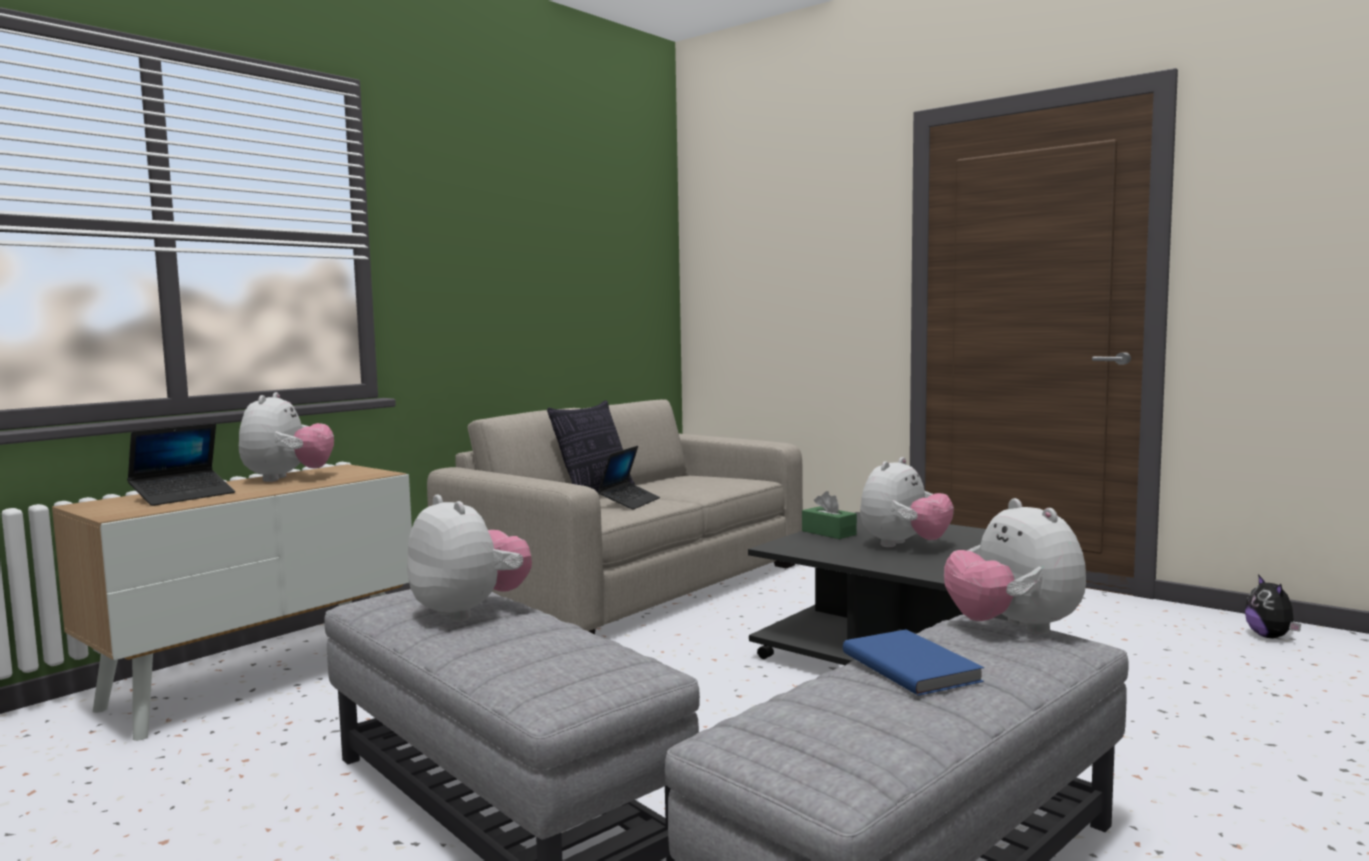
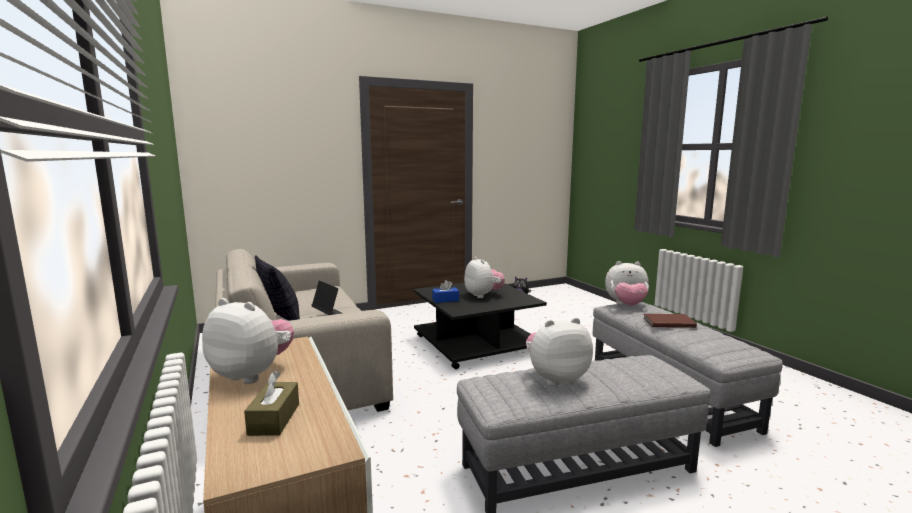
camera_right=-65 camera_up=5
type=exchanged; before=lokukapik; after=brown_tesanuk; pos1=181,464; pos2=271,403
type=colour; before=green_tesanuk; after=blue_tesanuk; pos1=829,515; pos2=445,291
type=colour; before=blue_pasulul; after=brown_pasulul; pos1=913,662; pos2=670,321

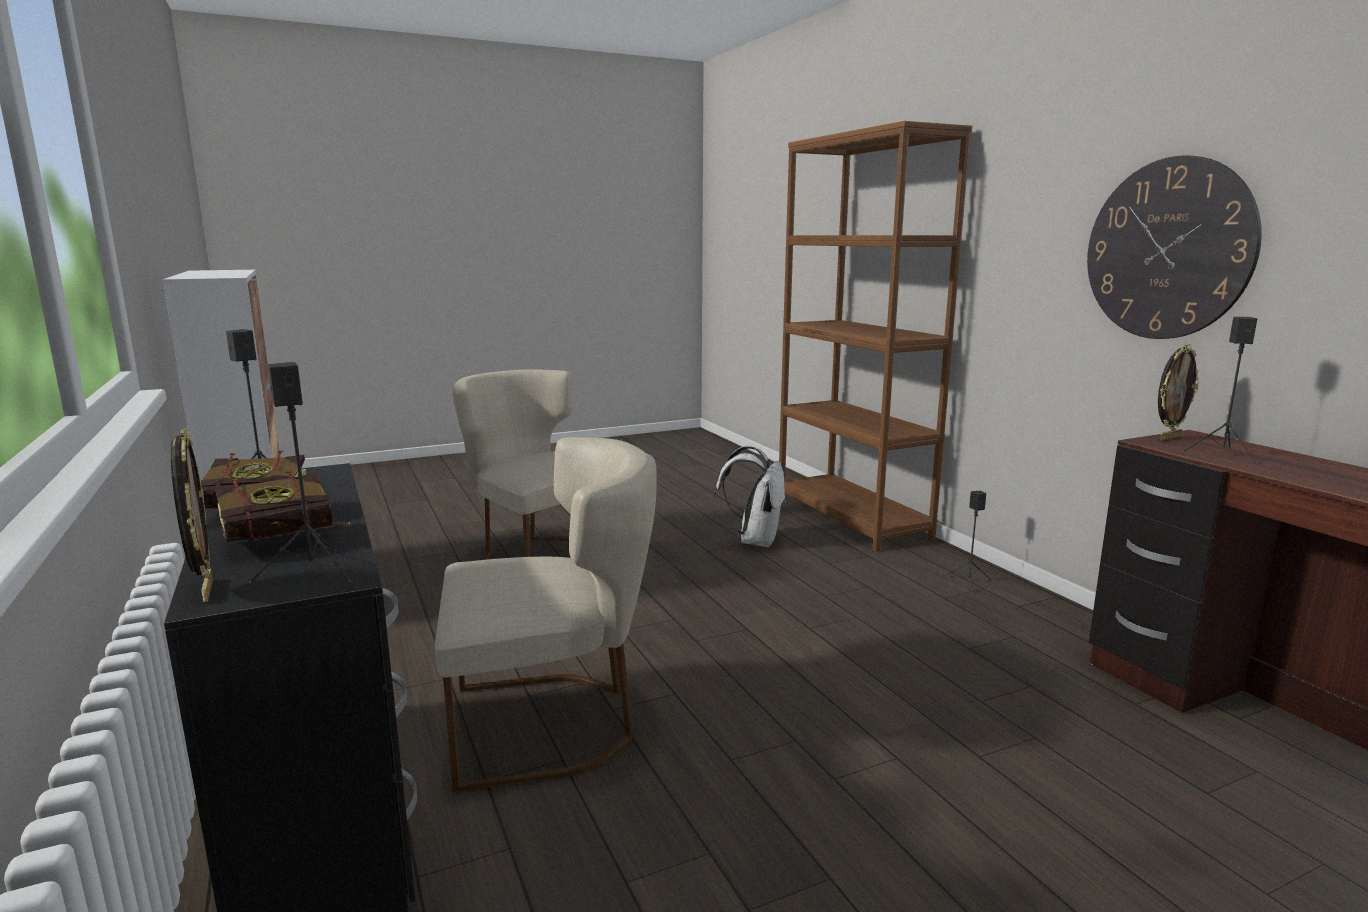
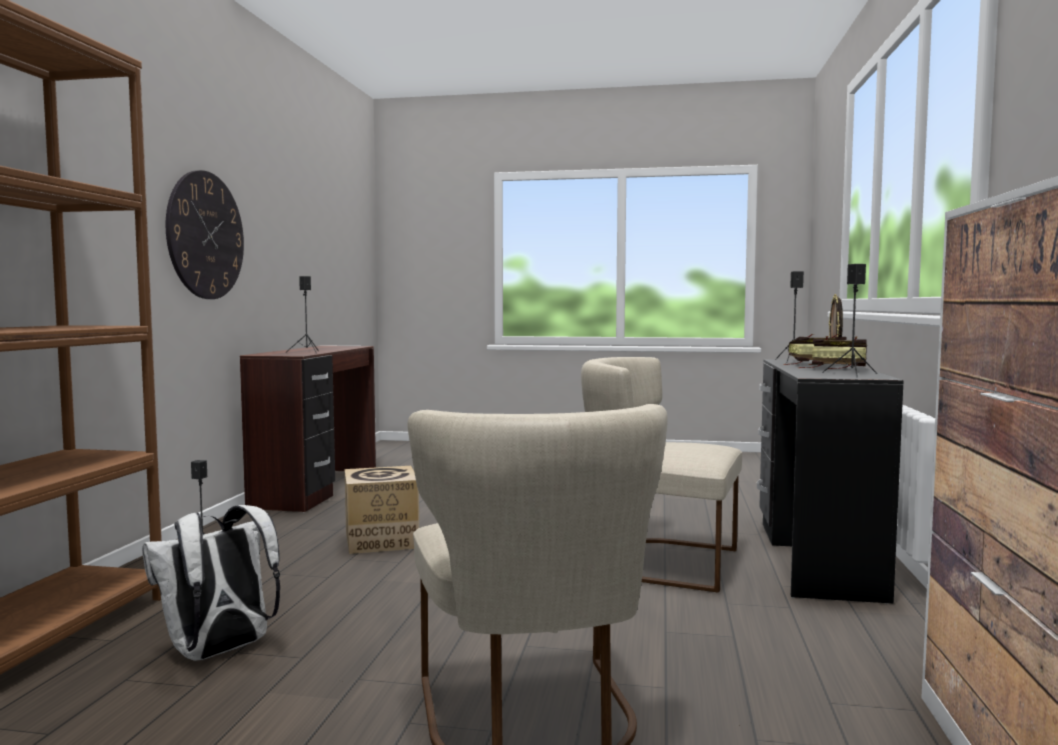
camera_right=-145 camera_up=-10
type=missing; before=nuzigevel; pos1=1178,392
type=appeared; after=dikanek; pos2=382,510

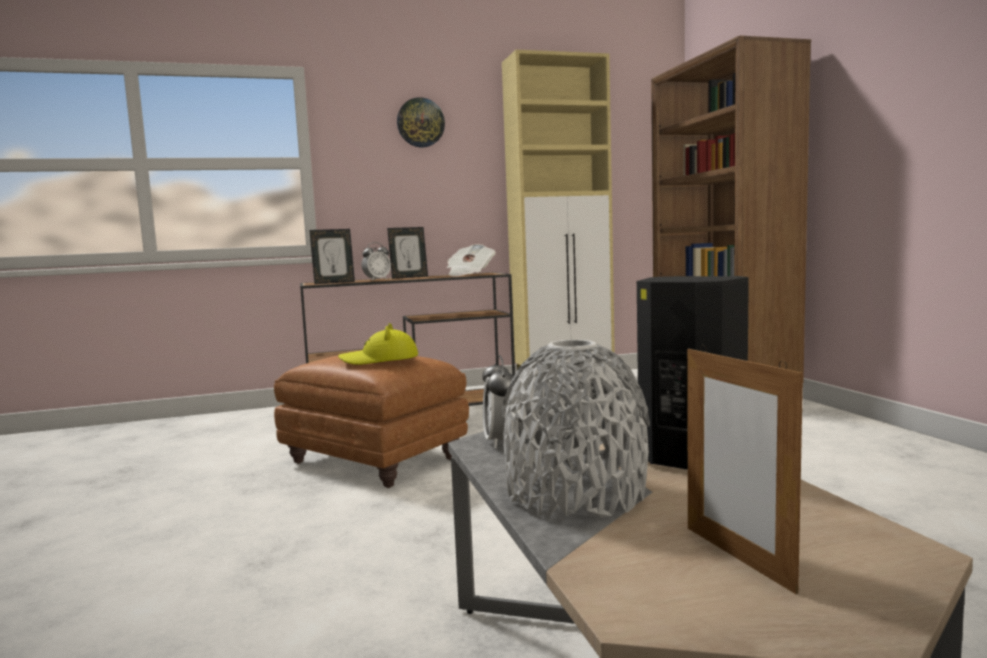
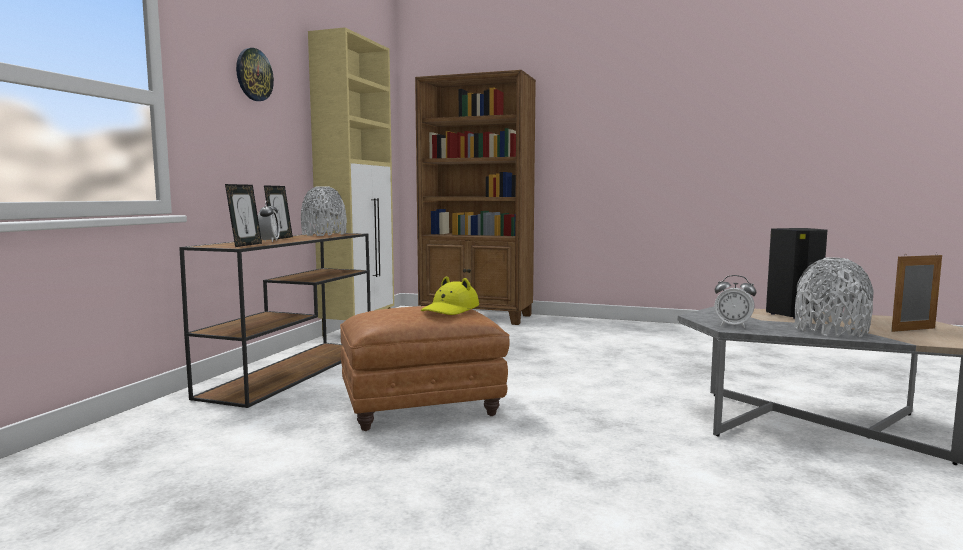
camera_right=-55 camera_up=0
type=exchanged; before=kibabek; after=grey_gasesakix; pos1=471,260; pos2=324,211
type=spun; before=nuzigevel; pos1=745,470; pos2=916,292; turn=150

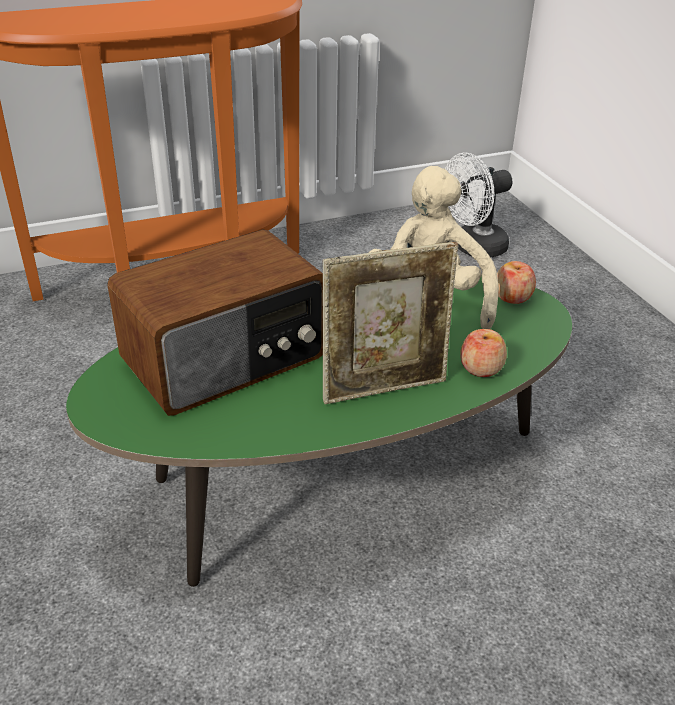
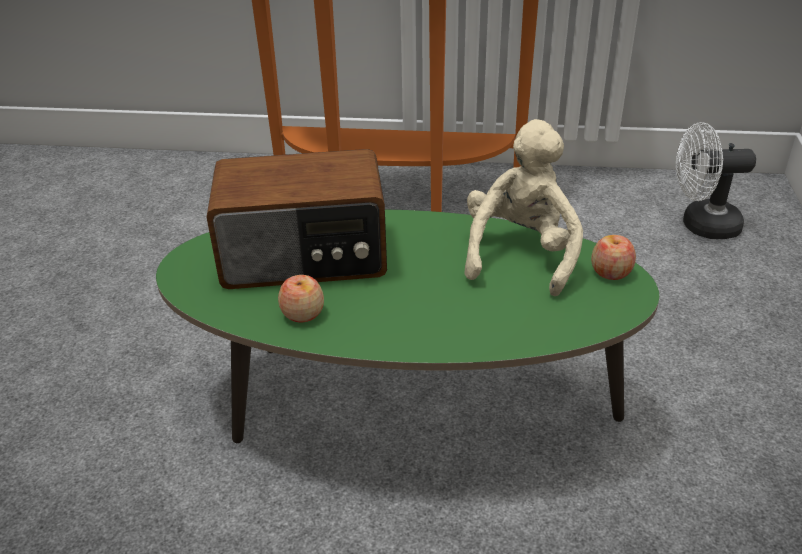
camera_right=30 camera_up=0
type=missing; before=nuzigevel; pos1=390,323
type=relocated; before=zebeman; pos1=483,353; pos2=301,298

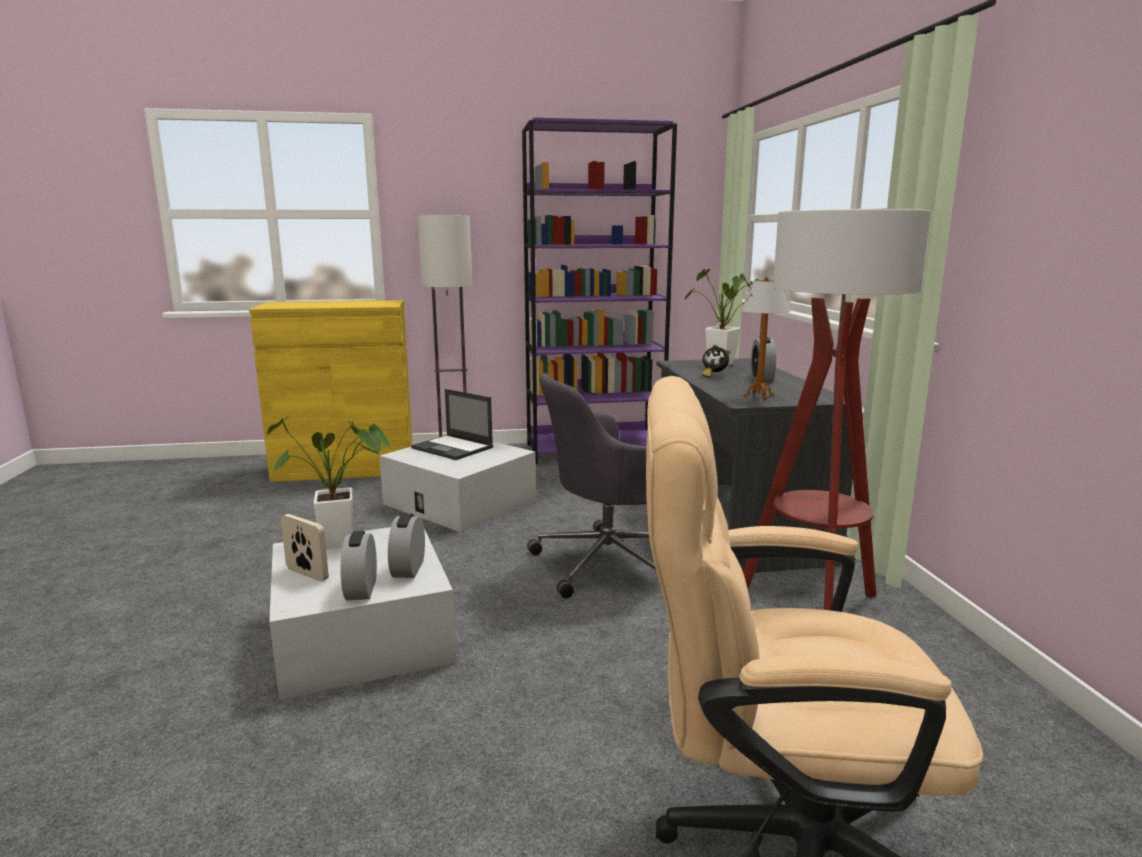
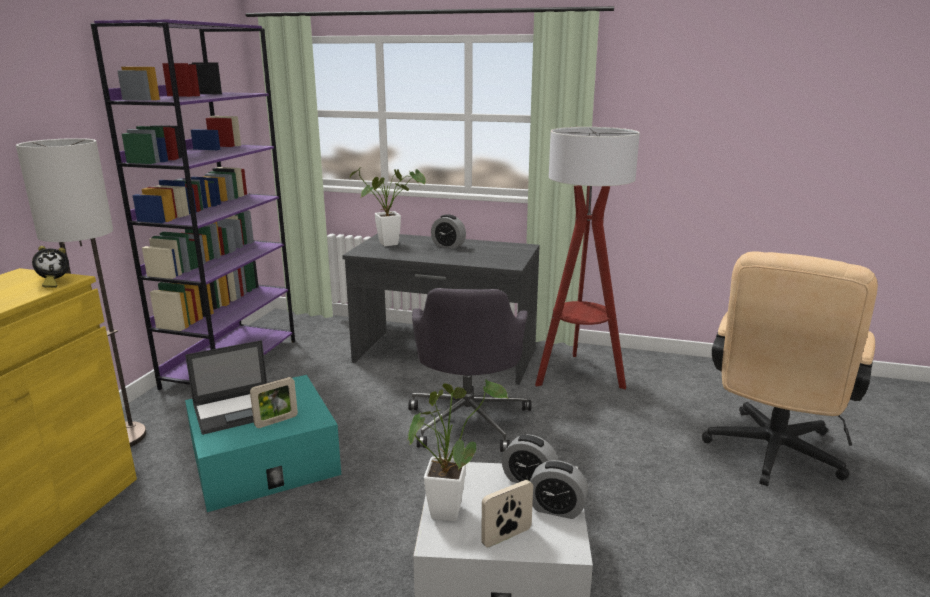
camera_right=-65 camera_up=5
type=colour; before=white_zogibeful; after=turquoise_zogibeful; pos1=457,487; pos2=263,443
type=relocated; before=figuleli; pos1=715,361; pos2=50,267
type=missing; before=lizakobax; pos1=765,338
type=appeared; after=nuzigevel; pos2=274,402

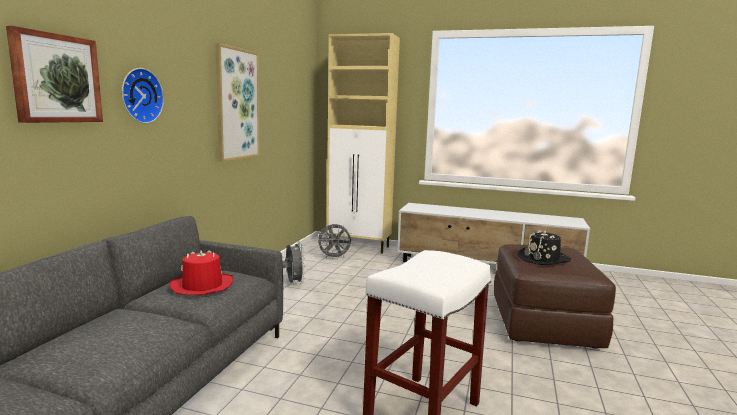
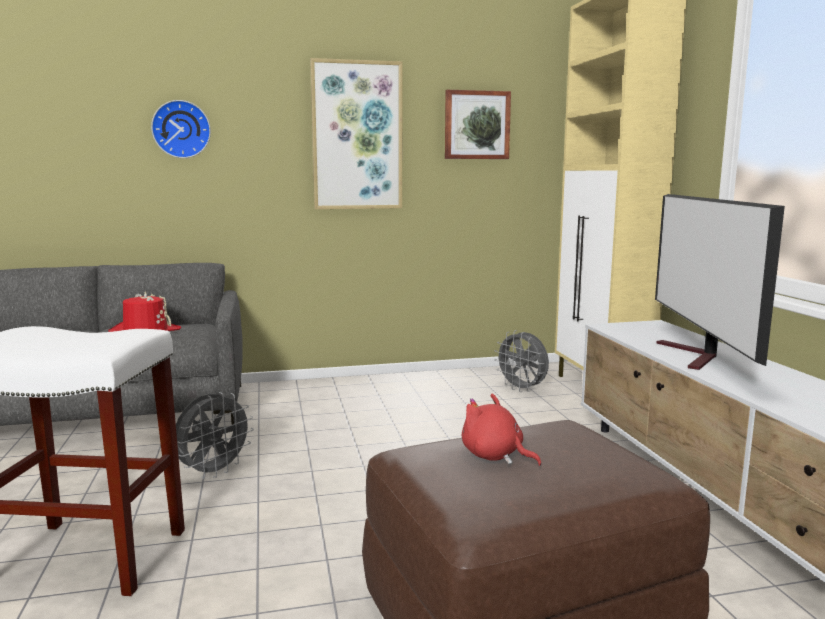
camera_right=60 camera_up=0
type=relocated; before=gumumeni; pos1=54,74; pos2=478,124
type=relocated; before=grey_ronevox; pos1=294,262; pos2=215,435
type=exchanged; before=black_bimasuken; after=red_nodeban; pos1=544,247; pos2=502,430
type=appeared; after=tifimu; pos2=720,282

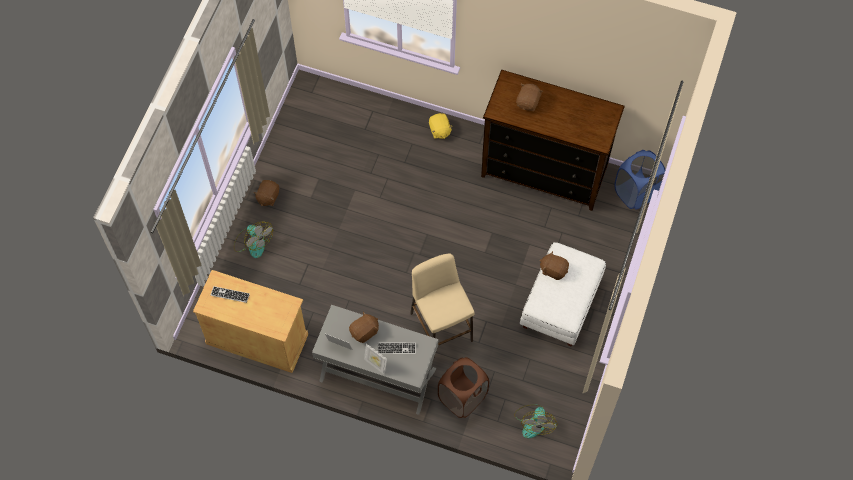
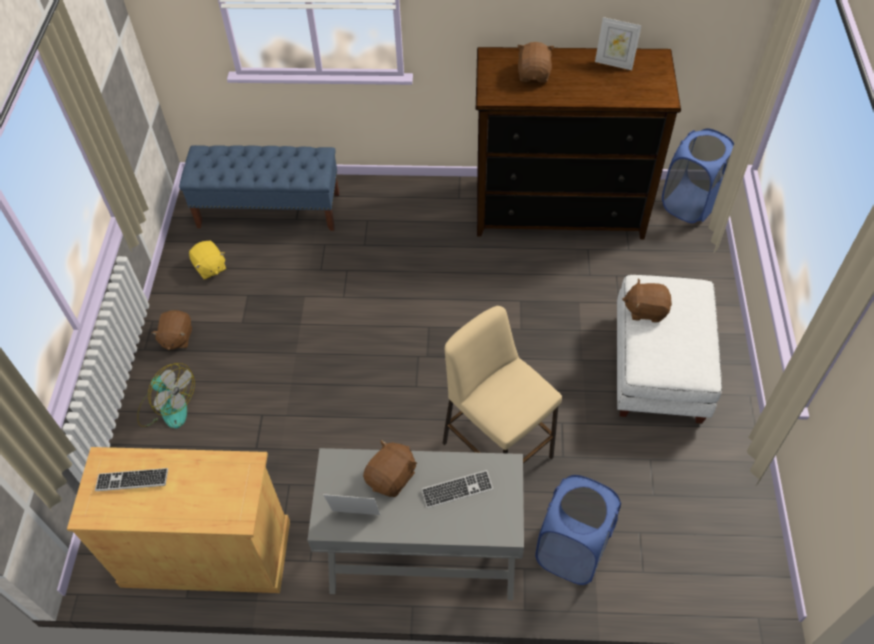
camera_right=-15 camera_up=-10
type=relocated; before=nuzigevel; pos1=375,359; pos2=618,43
type=relocated; before=yellow_nodeban; pos1=441,126; pos2=207,260
type=colour; before=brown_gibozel; after=blue_gibozel; pos1=463,387; pos2=578,530
type=missing; before=ronevox; pos1=535,421
type=appeared; after=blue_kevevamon; pos2=259,188

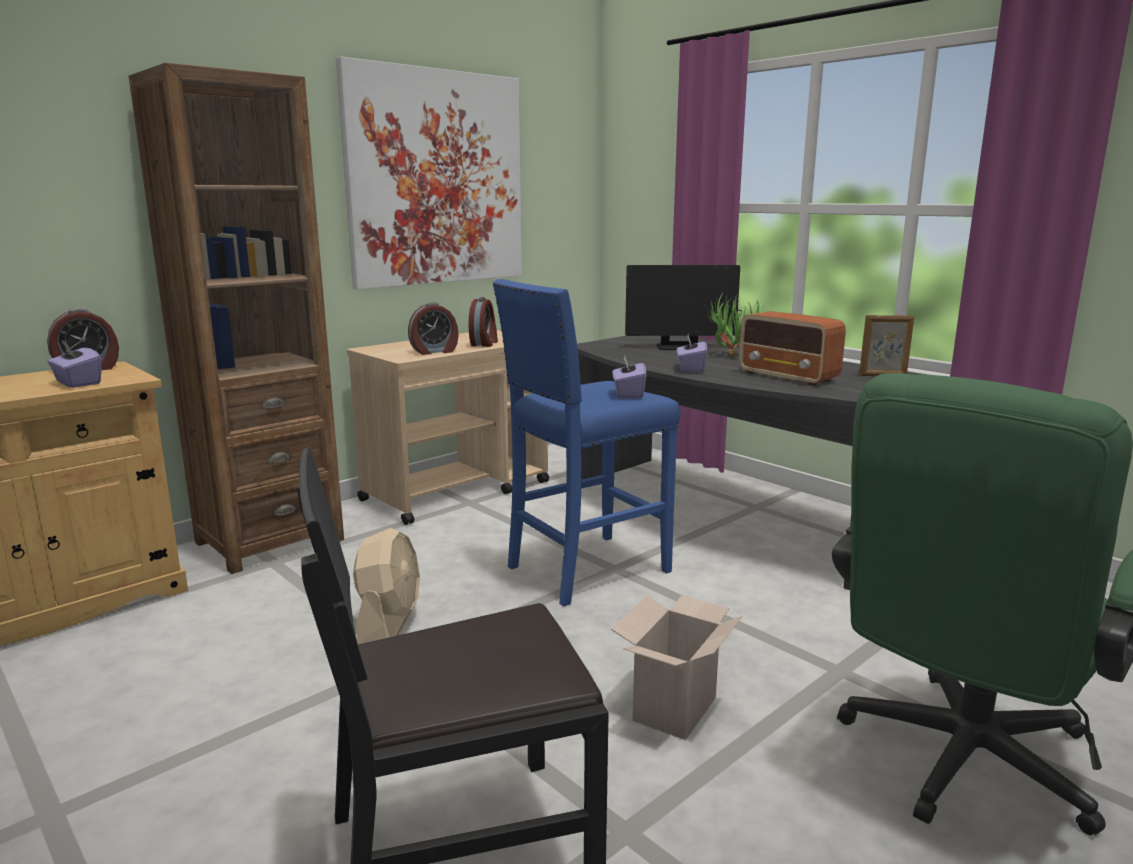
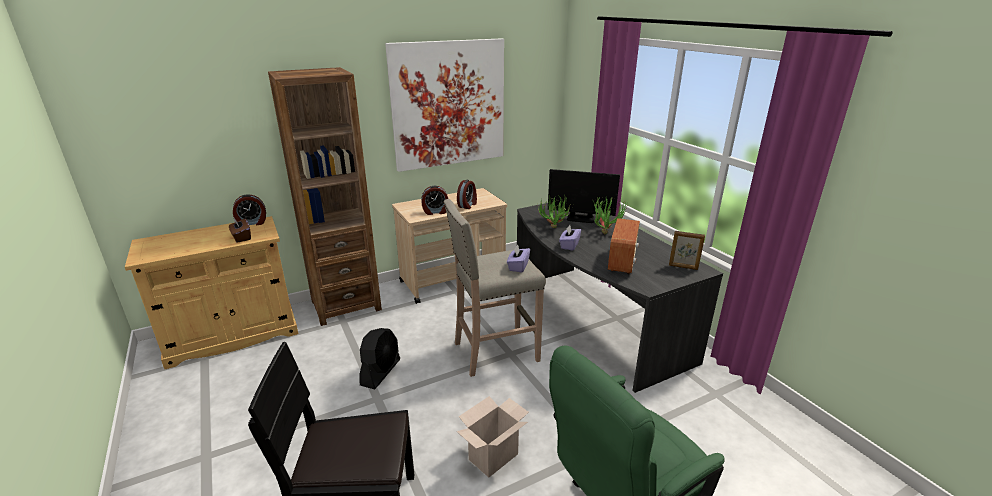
camera_right=15 camera_up=10
type=colour; before=purple_tesanuk; after=brown_tesanuk; pos1=74,364; pos2=240,230
type=colour; before=beige_ronevox; after=black_ronevox; pos1=386,586; pos2=379,358
type=colour; before=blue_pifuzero; after=beige_pifuzero; pos1=587,443; pos2=494,288
type=spun; before=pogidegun; pos1=792,348; pos2=624,246; turn=-135
type=appeared; after=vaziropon; pos2=554,211

